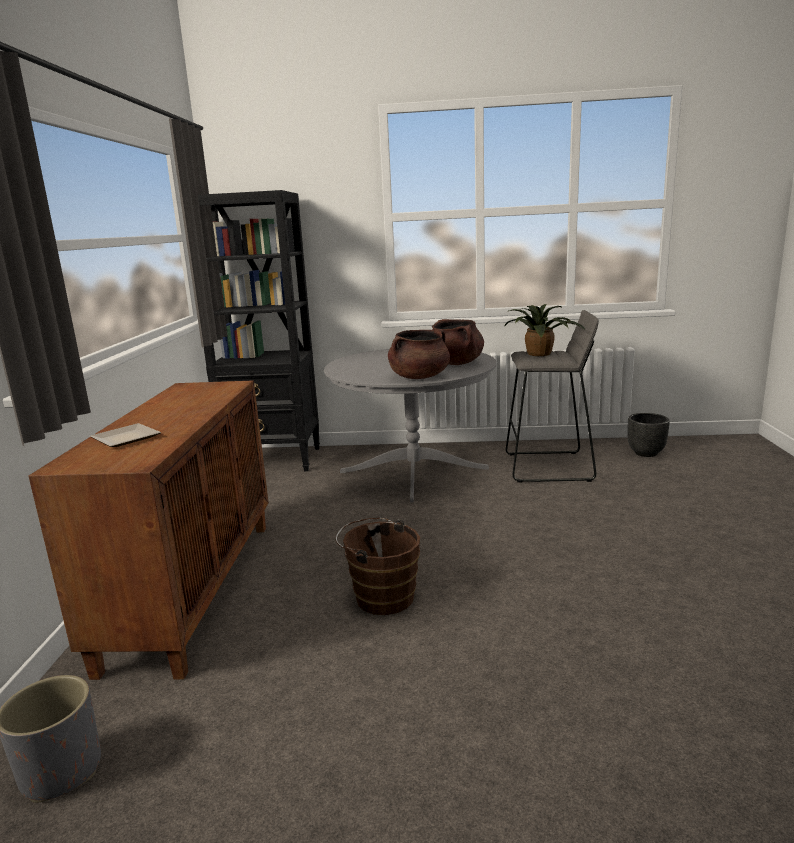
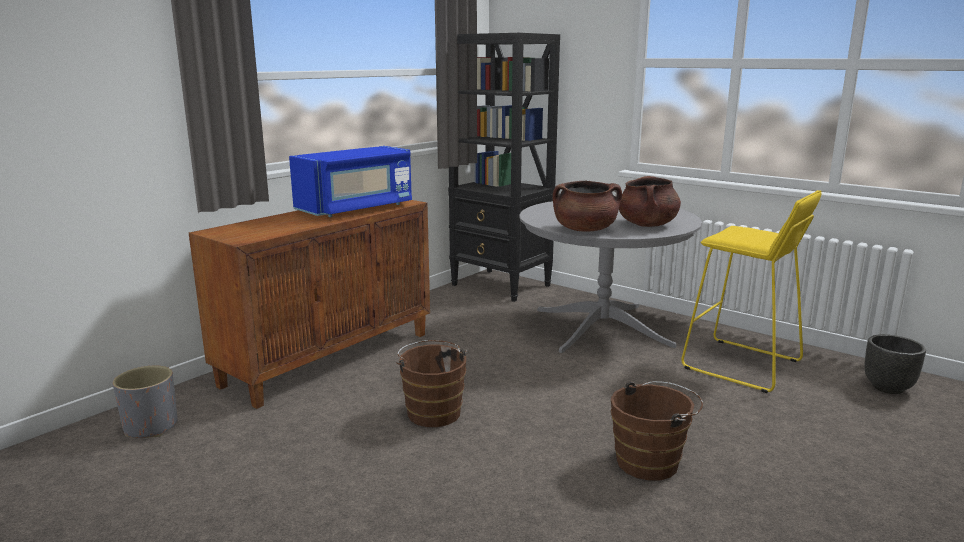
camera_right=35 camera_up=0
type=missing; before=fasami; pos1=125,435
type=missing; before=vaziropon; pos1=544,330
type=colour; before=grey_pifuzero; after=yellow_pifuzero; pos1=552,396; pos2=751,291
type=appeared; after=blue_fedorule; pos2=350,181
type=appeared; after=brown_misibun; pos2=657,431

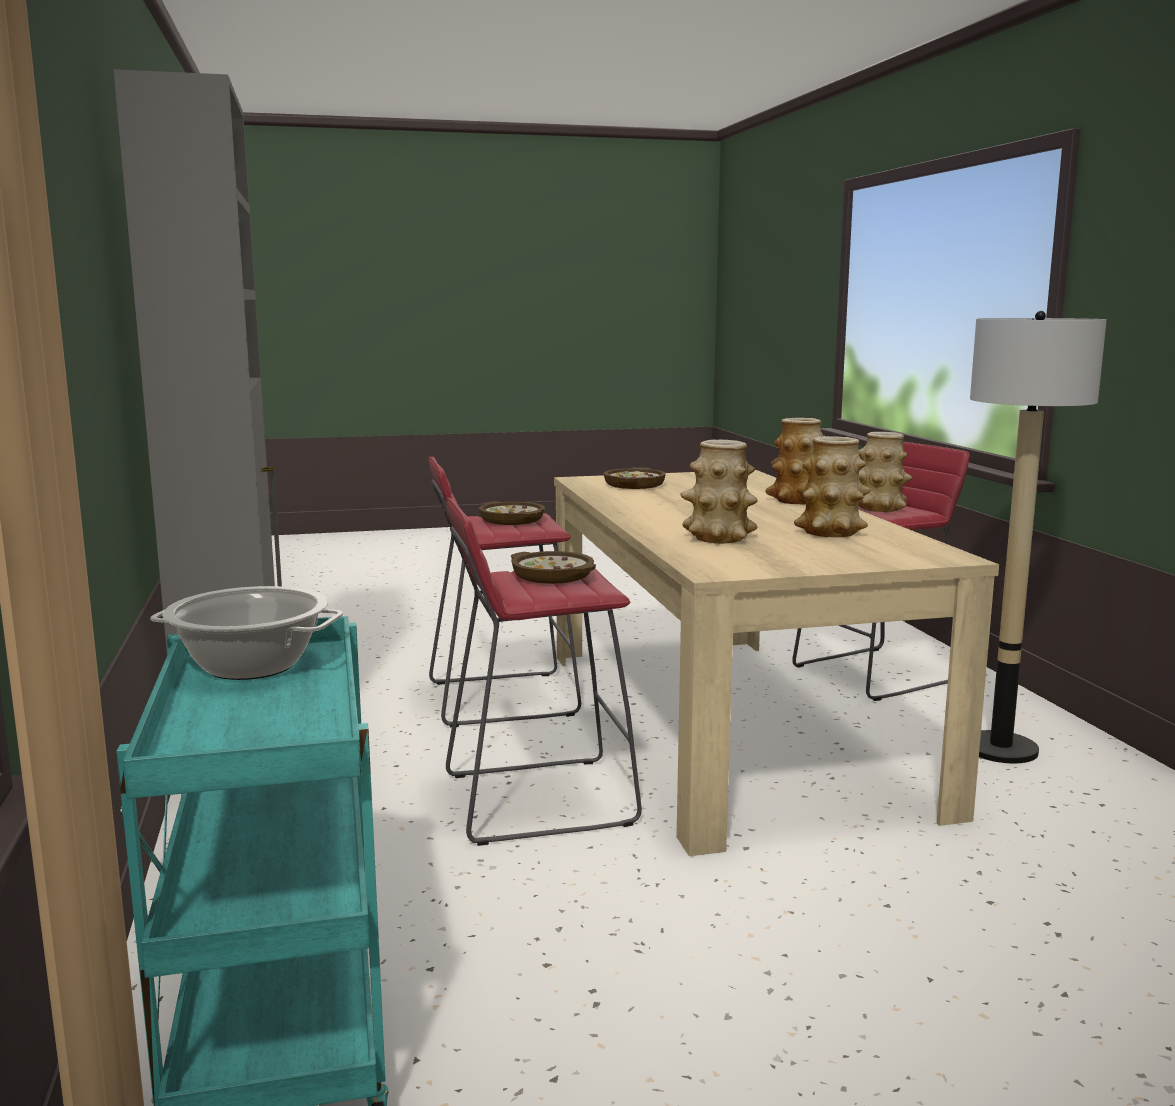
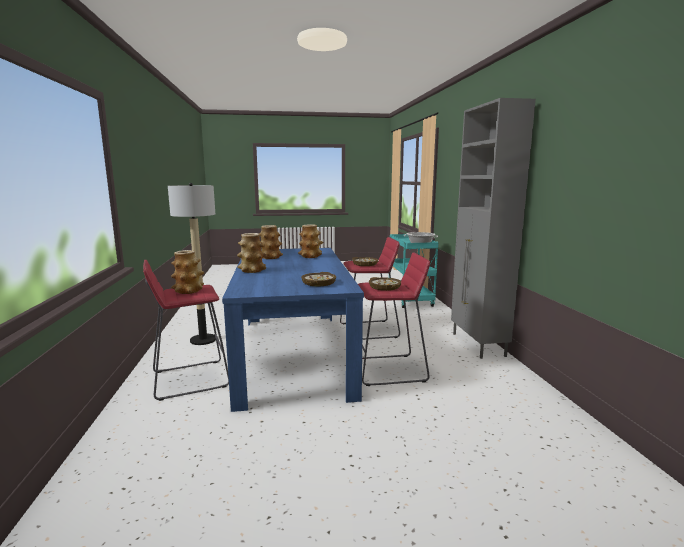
camera_right=-175 camera_up=0
type=colour; before=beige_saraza; after=blue_saraza; pos1=776,663; pos2=293,330

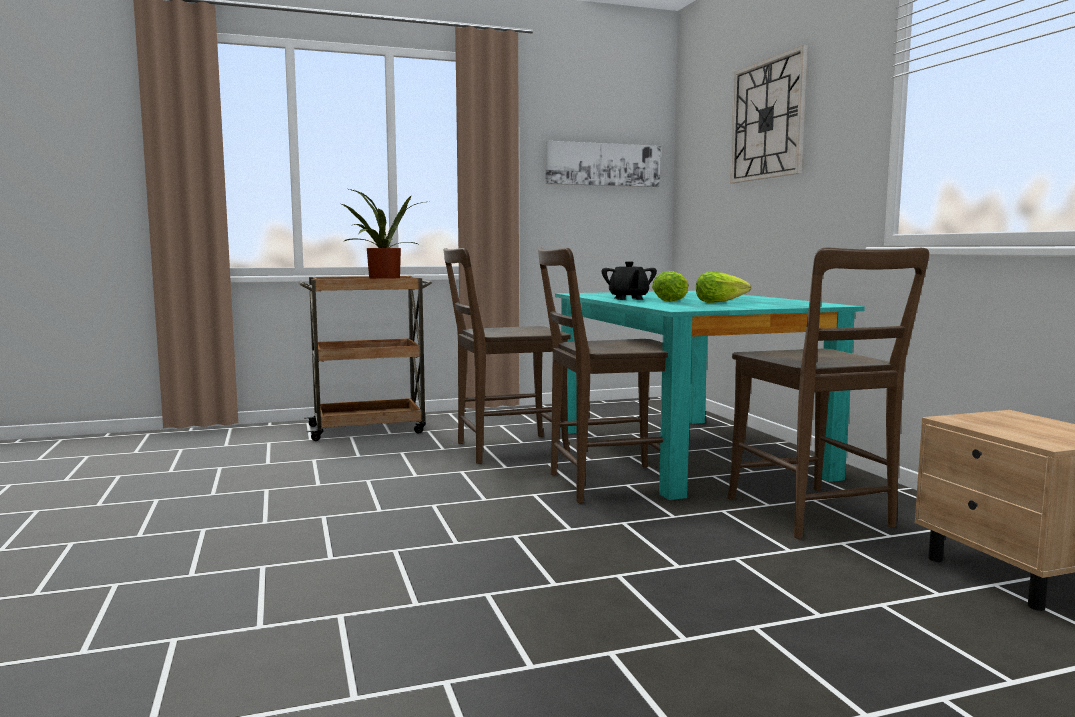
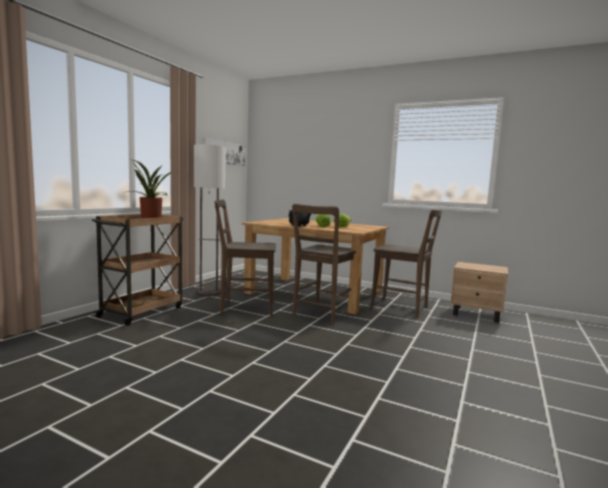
camera_right=-45 camera_up=0
type=spun; before=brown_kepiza; pos1=507,356; pos2=245,257; turn=60
type=colour; before=turquoise_saraza; after=brown_saraza; pos1=710,395; pos2=315,266
type=missing; before=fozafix; pos1=769,114
type=appeared; after=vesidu; pos2=210,220

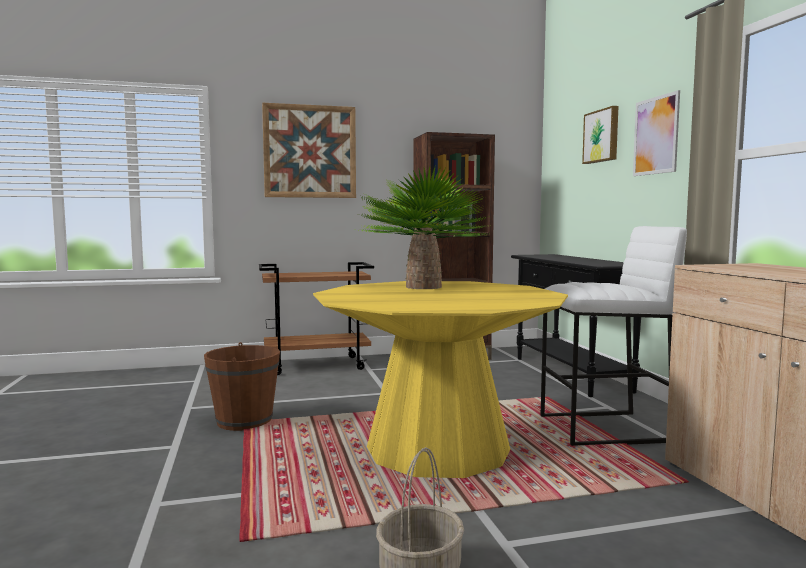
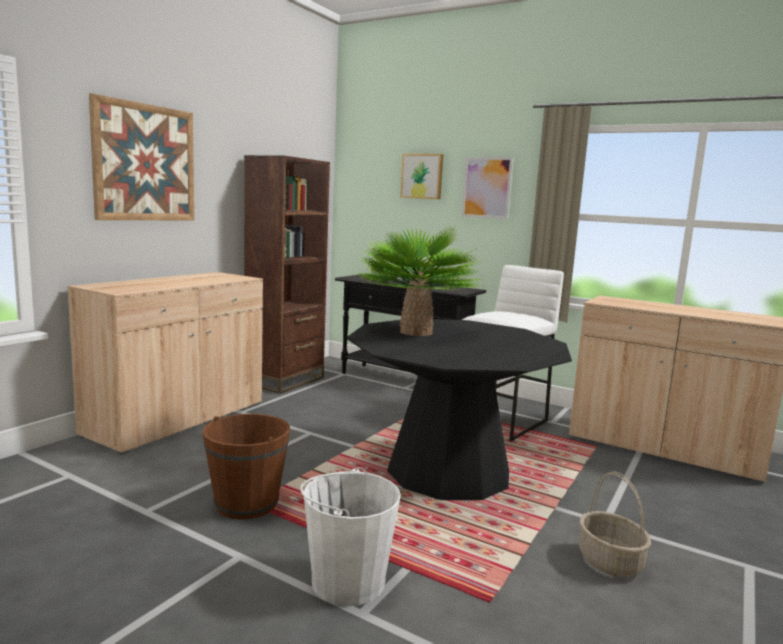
camera_right=-45 camera_up=5
type=exchanged; before=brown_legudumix; after=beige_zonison; pos1=316,318; pos2=165,363
type=colour; before=yellow_saraza; after=black_saraza; pos1=440,379; pos2=459,409
type=appeared; after=white_misibun; pos2=350,536

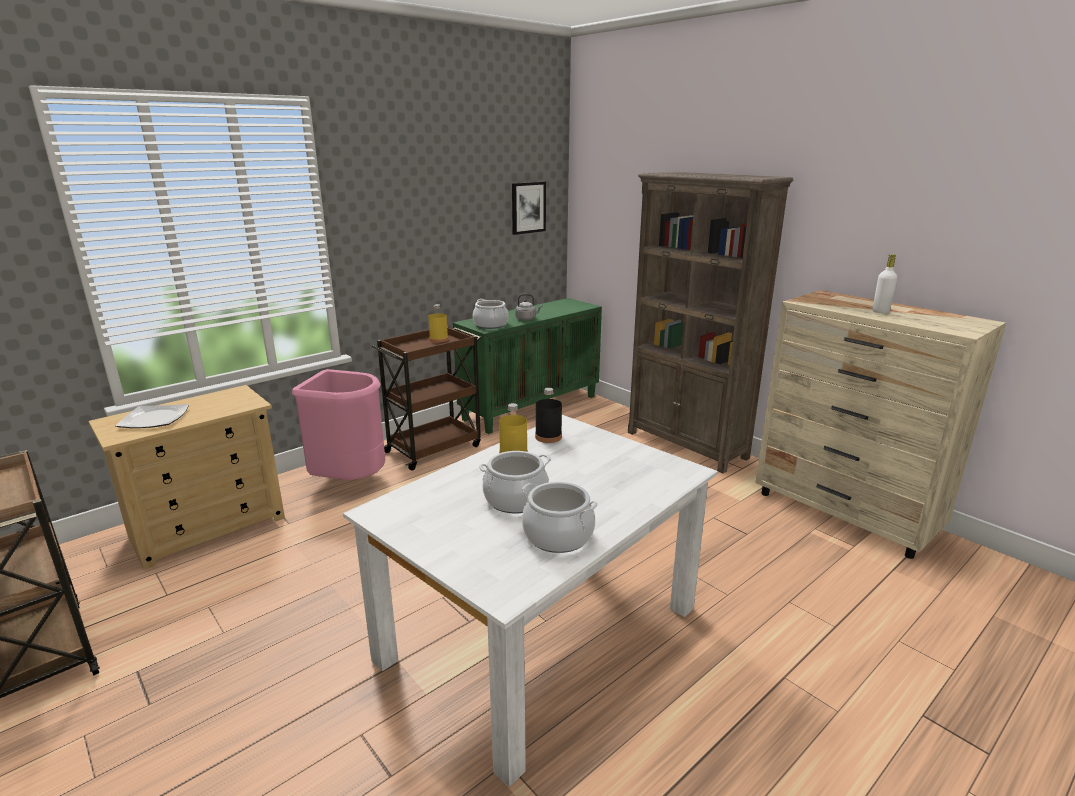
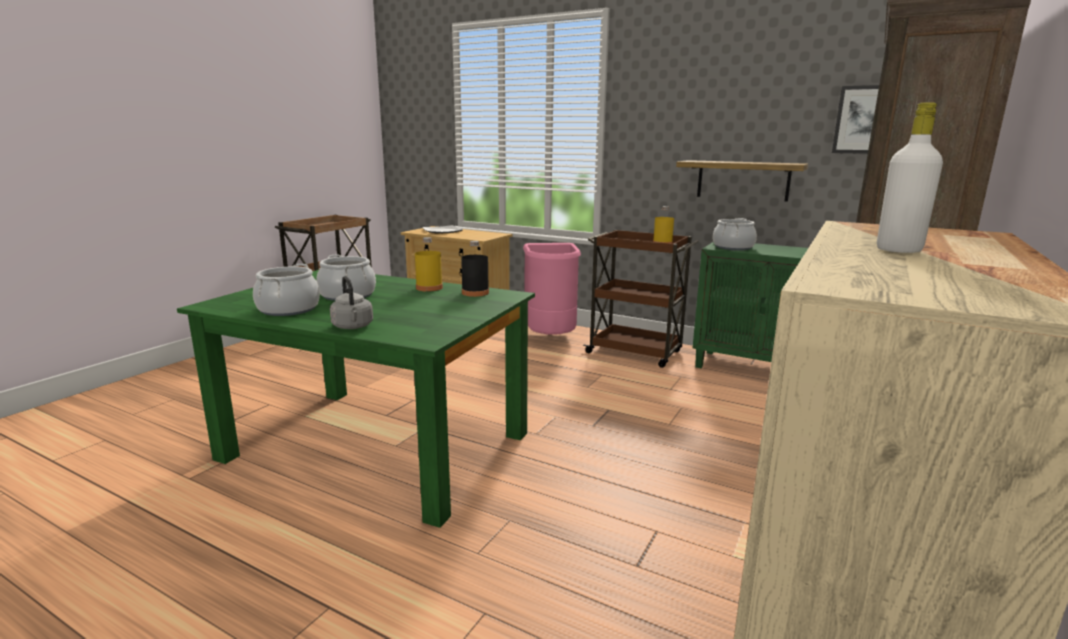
camera_right=70 camera_up=-5
type=colour; before=white_saraza; after=green_saraza; pos1=530,601; pos2=356,399
type=relocated; before=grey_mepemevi; pos1=528,307; pos2=351,302
type=appeared; after=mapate; pos2=742,181

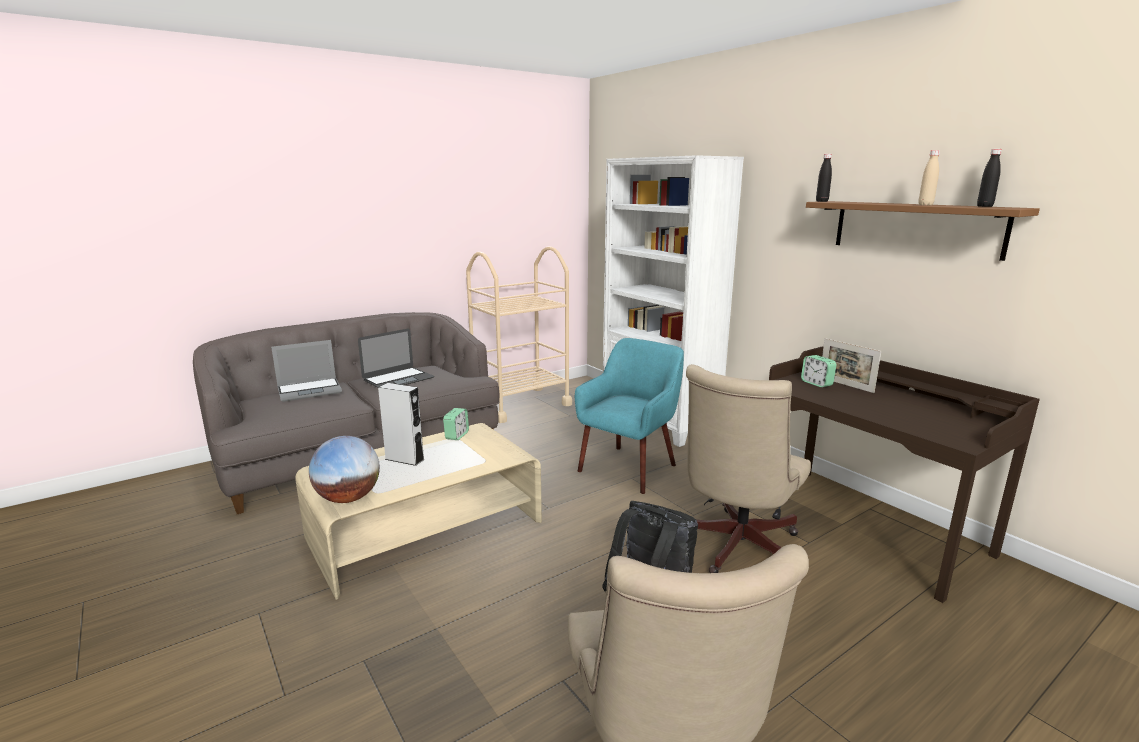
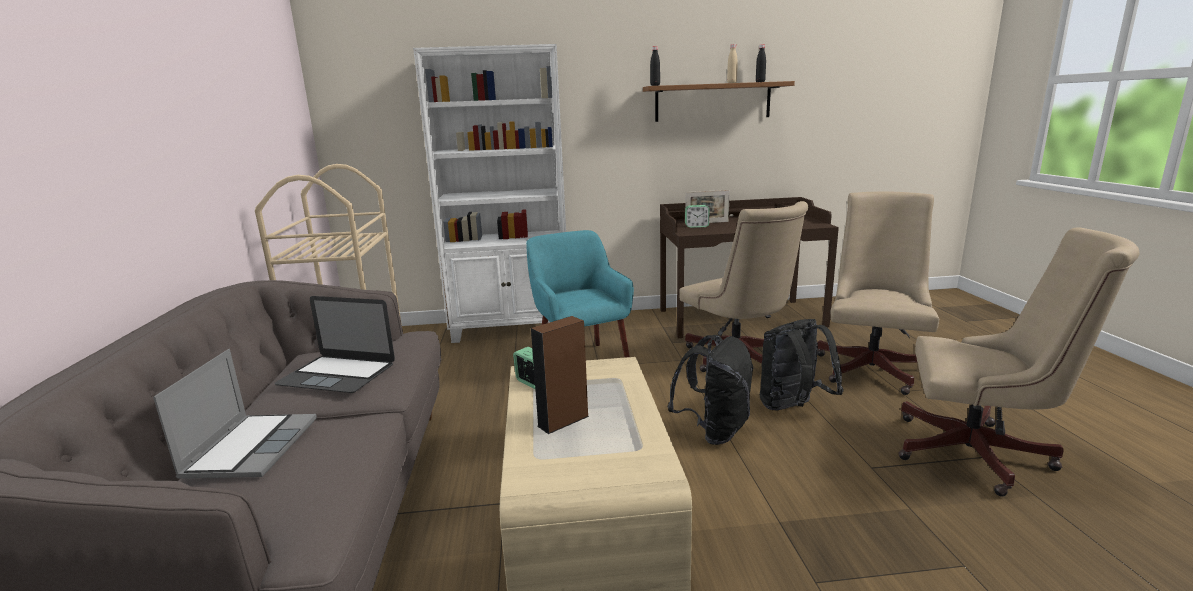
camera_right=-60 camera_up=0
type=missing; before=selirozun; pos1=344,469
type=spun; before=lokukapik; pos1=396,358; pos2=335,344; turn=120
type=colour; before=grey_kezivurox; after=brown_kezivurox; pos1=401,424; pos2=560,375
type=appeared; after=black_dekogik; pos2=711,390
type=appeared; after=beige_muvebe; pos2=878,293

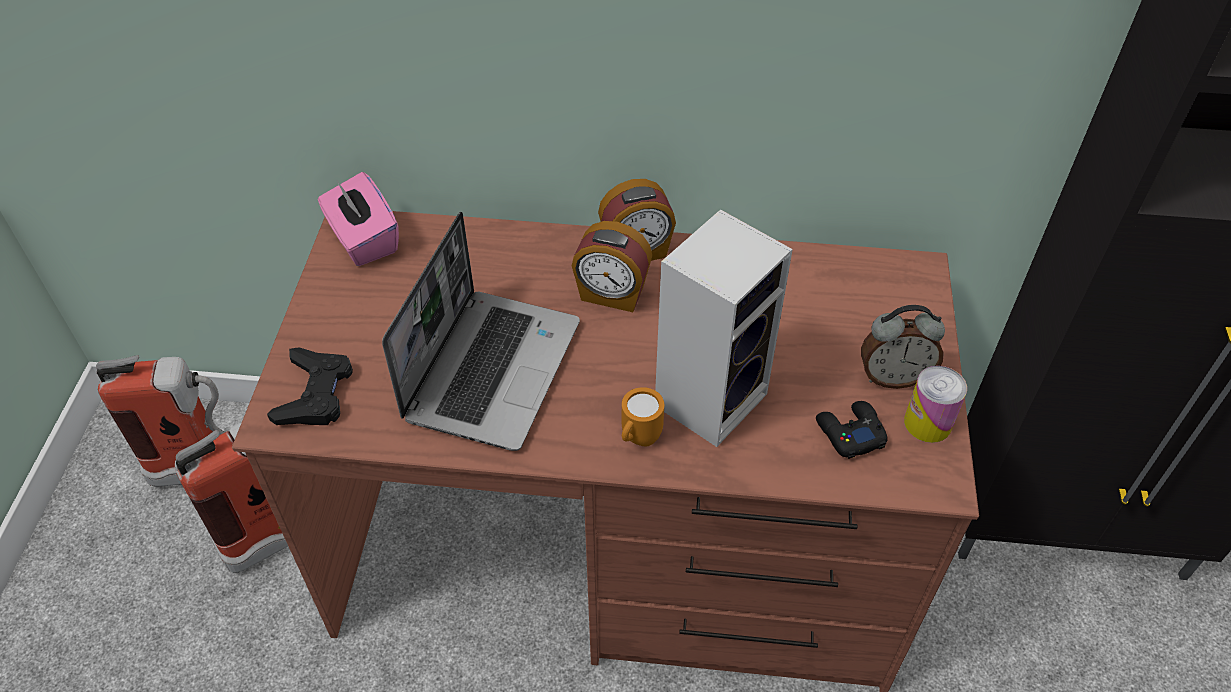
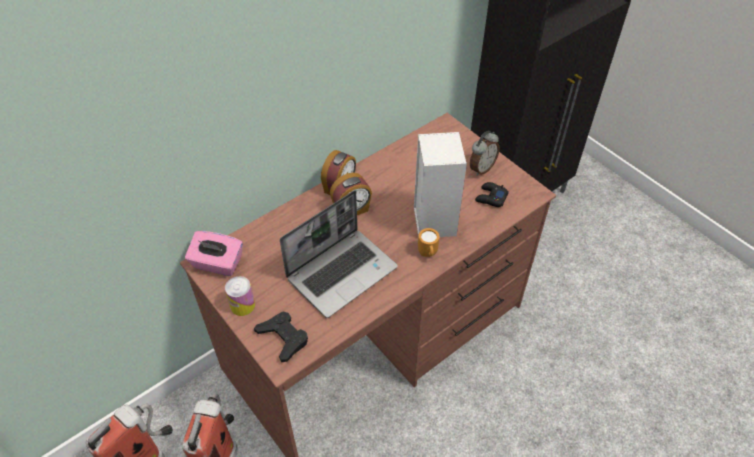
camera_right=-45 camera_up=0
type=spun; before=lokukapik; pos1=481,331; pos2=339,254; turn=75
type=relocated; before=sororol; pos1=935,404; pos2=240,296

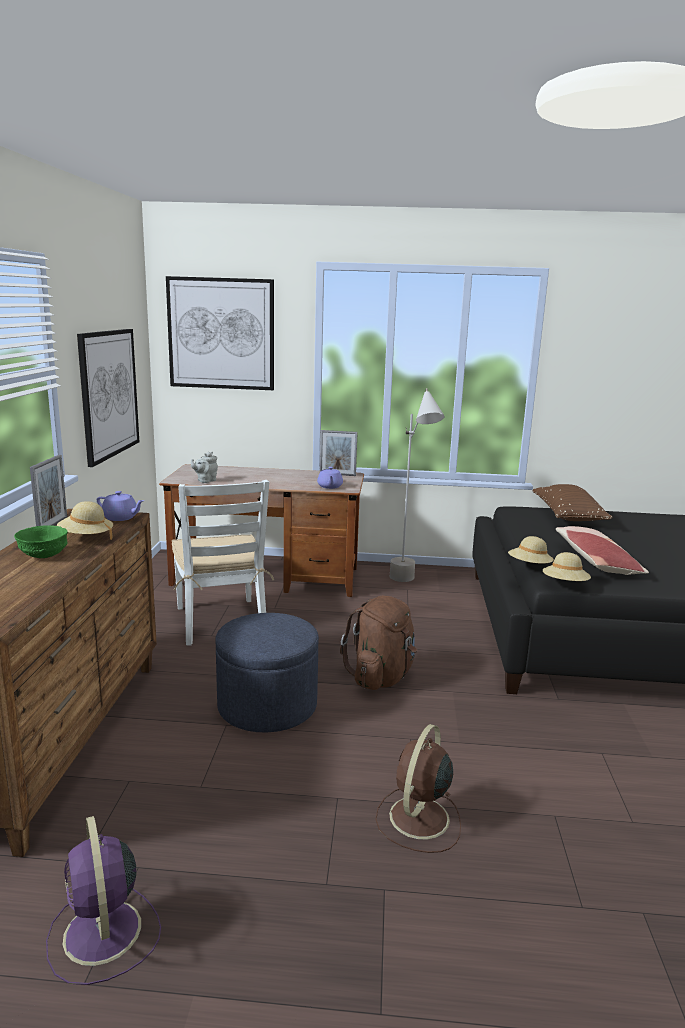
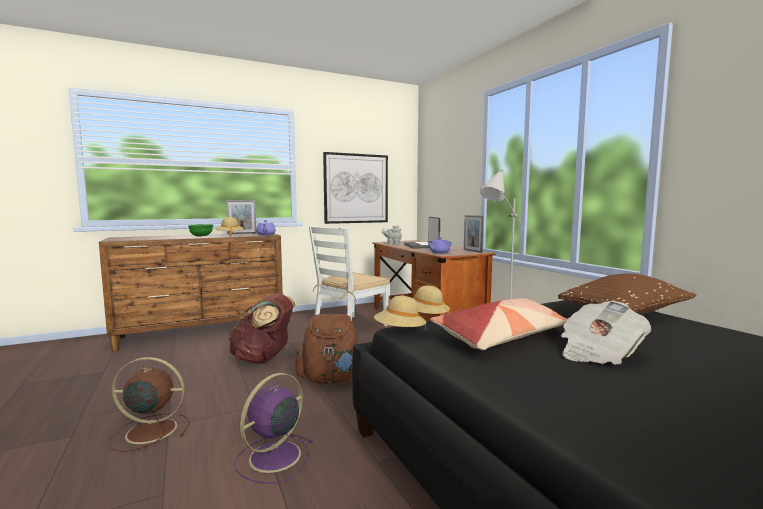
camera_right=60 camera_up=-10
type=relocated; before=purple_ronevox; pos1=103,900; pos2=273,428
type=missing; before=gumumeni; pos1=220,333
type=exchanged; before=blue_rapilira; after=brown_dekogik; pos1=267,672; pos2=262,328
type=appeared; after=lokukapik; pos2=422,232
type=appeared; after=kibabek; pos2=605,333

